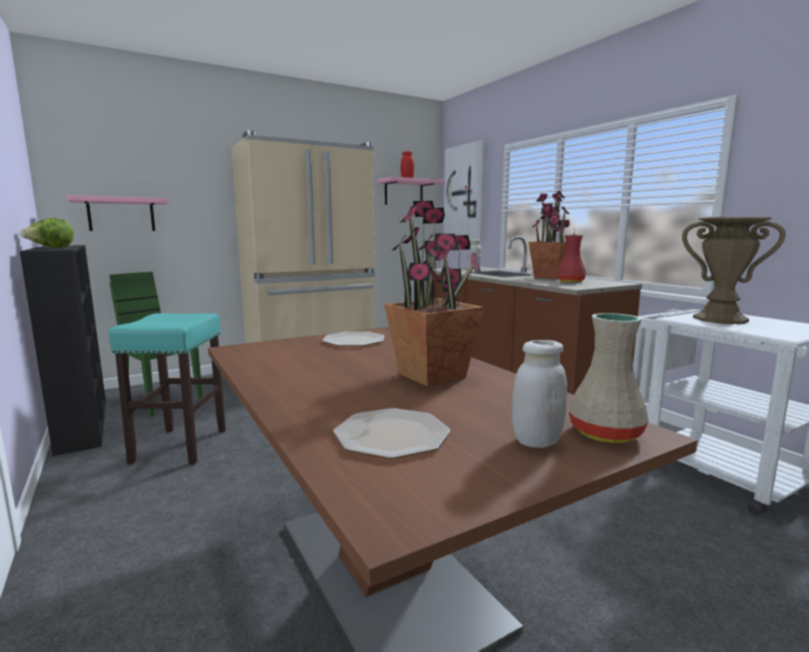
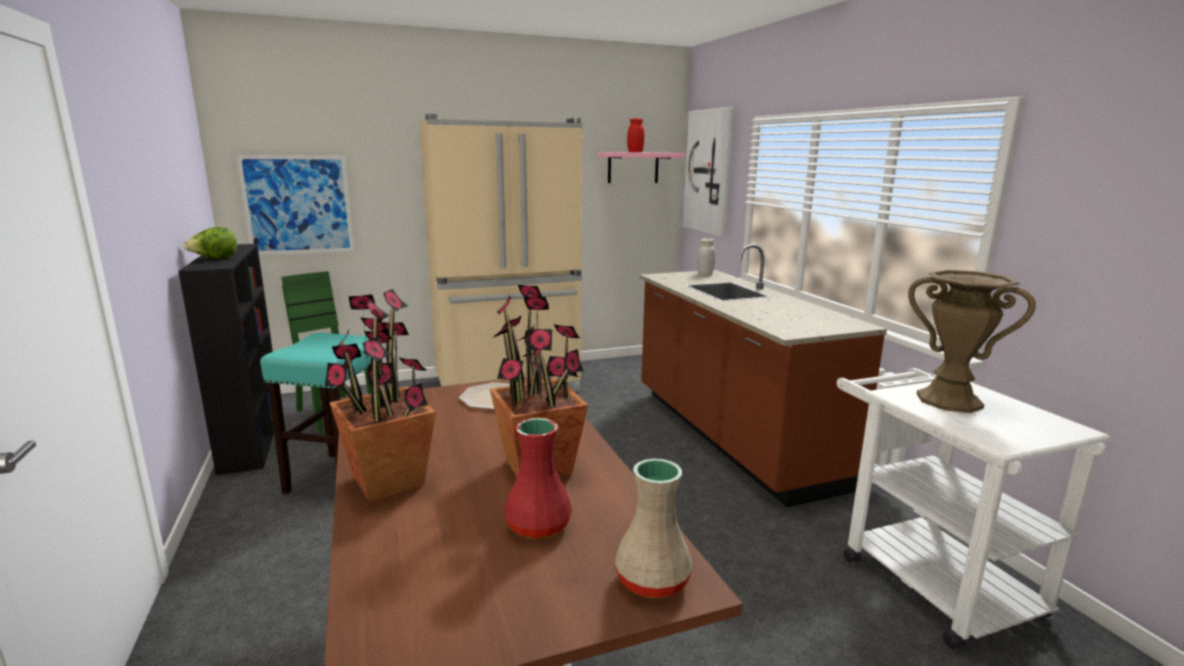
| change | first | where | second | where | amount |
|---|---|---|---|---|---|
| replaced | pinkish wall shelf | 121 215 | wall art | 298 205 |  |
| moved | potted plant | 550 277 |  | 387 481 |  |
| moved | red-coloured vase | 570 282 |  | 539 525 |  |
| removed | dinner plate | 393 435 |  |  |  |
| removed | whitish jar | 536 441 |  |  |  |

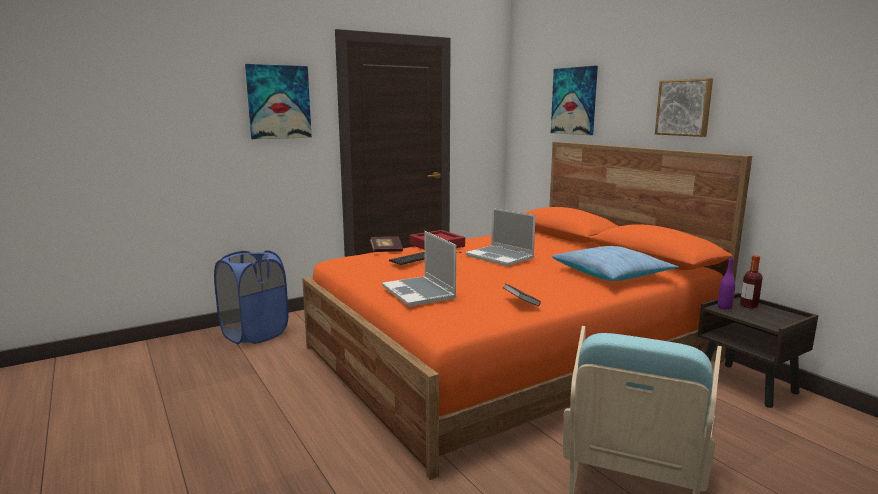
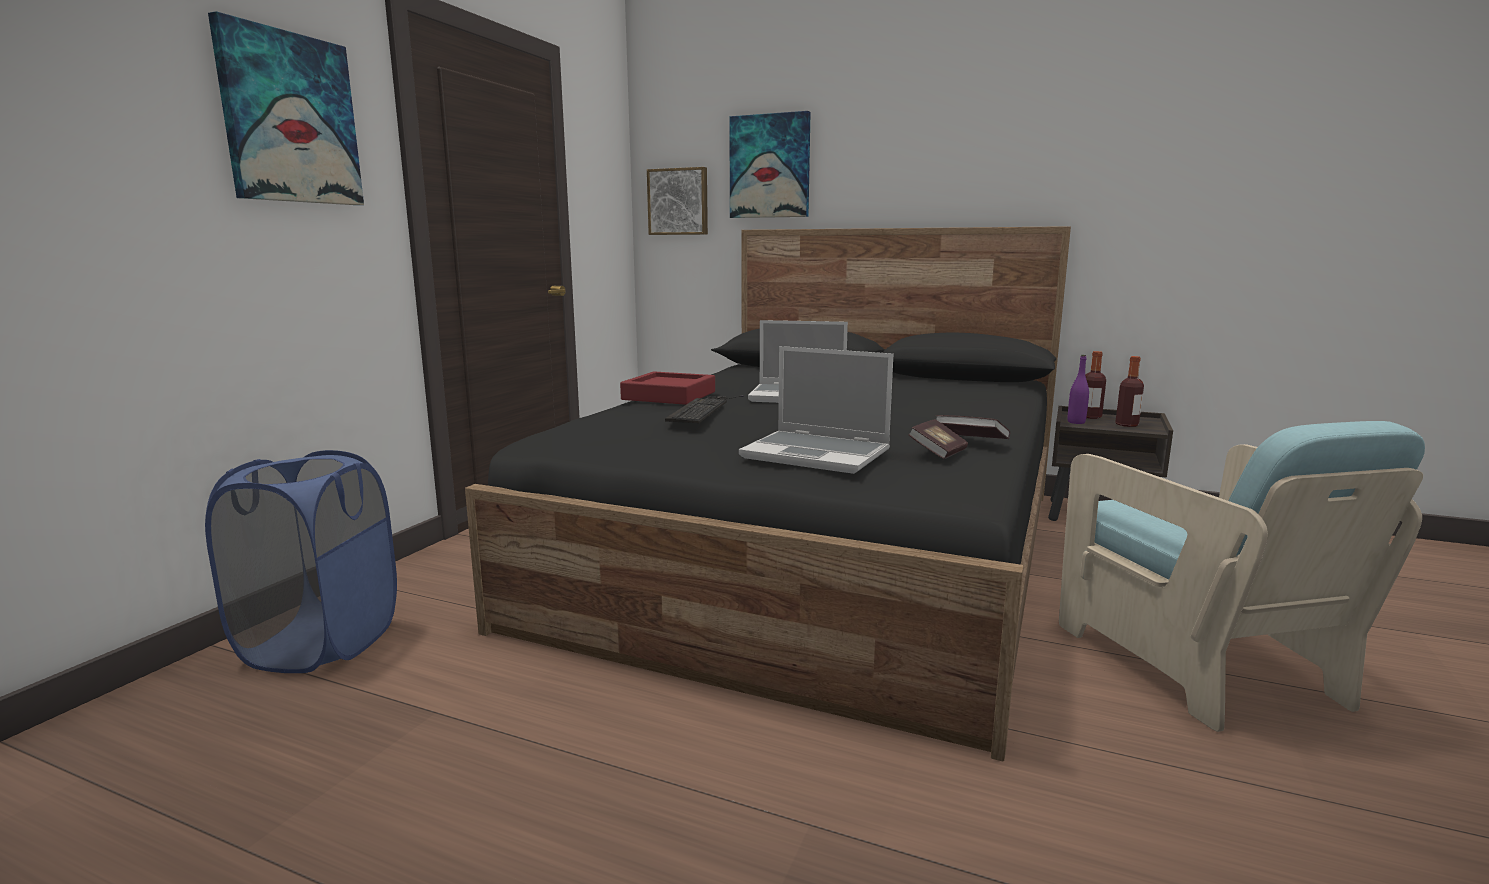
| change | first | where | second | where | amount |
|---|---|---|---|---|---|
| recoloured | orange-coloured bed | 511 354 | black-coloured bed | 823 551 |  |
| moved | wall art | 684 107 |  | 678 202 |  |
| moved | volume | 386 251 |  | 938 453 |  |
| added |  |  | beverage bottle | 1127 424 |  |
| removed | throw pillow | 612 274 |  |  |  |

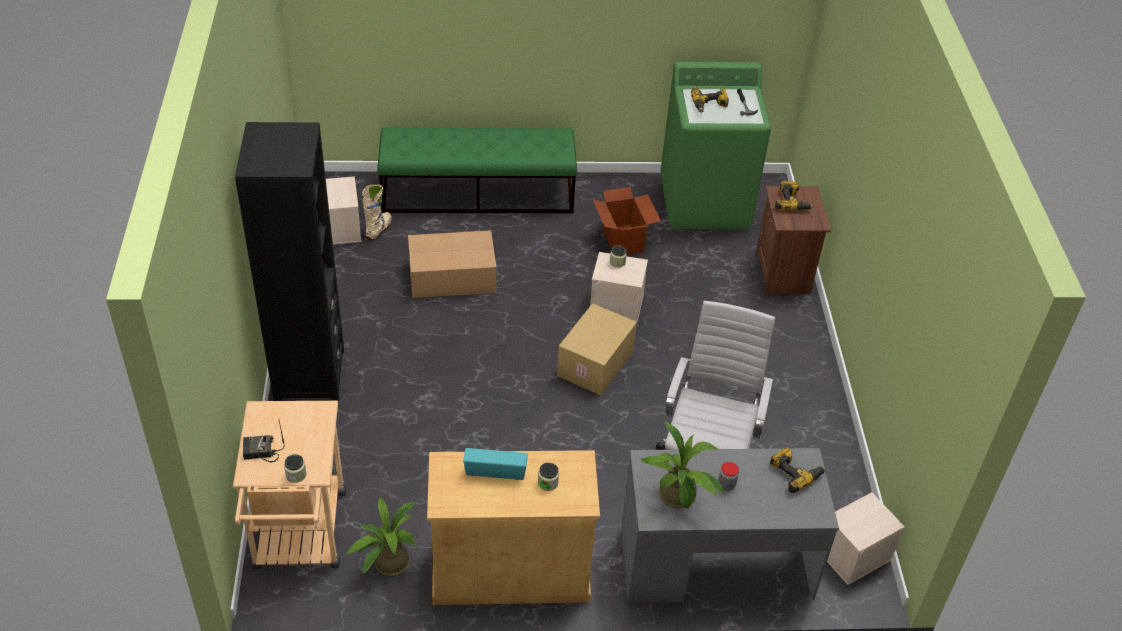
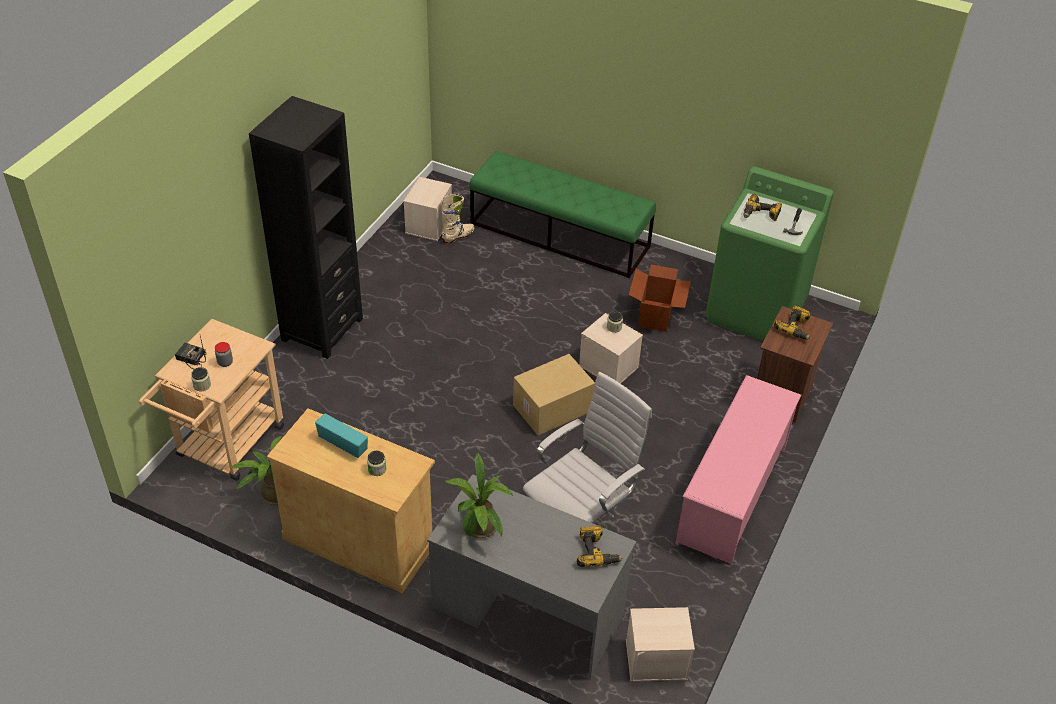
| change | first | where | second | where | amount |
|---|---|---|---|---|---|
| moved | jar | 726 485 |  | 225 362 |  |
| added |  |  | pinkish shoe shelf | 732 494 |  |
| removed | packing box | 450 276 |  |  |  |

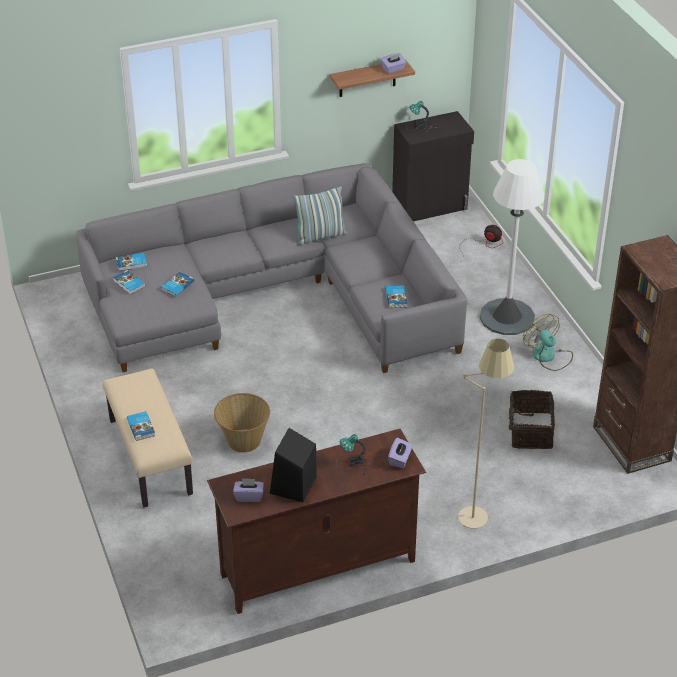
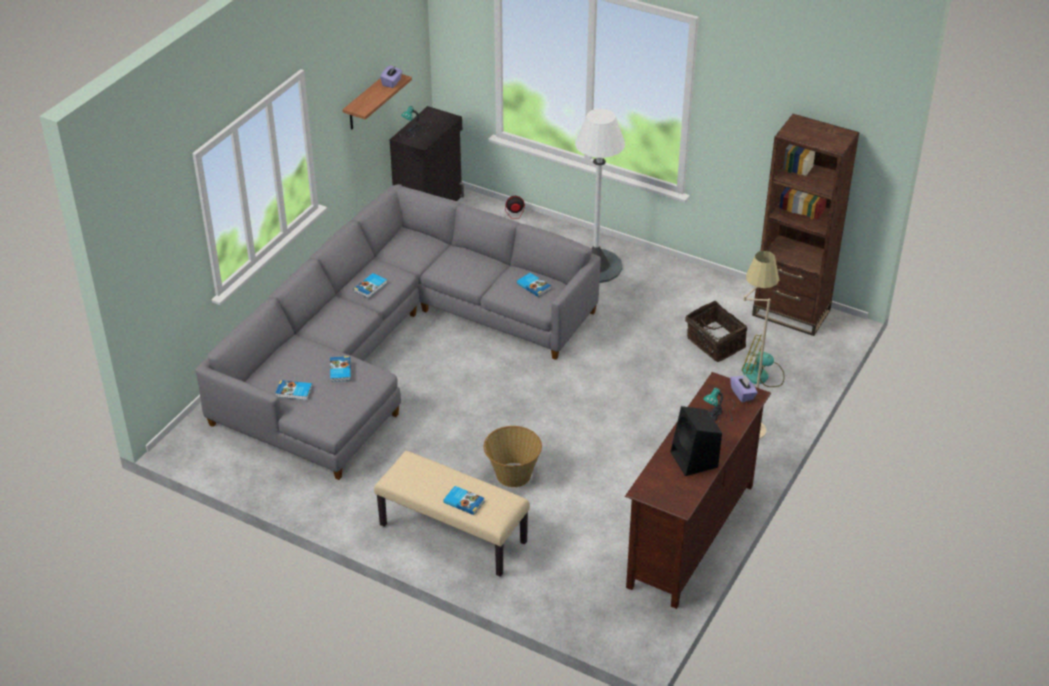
| change | first | where | second | where | amount |
|---|---|---|---|---|---|
| moved | volume | 132 263 |  | 371 287 |  |
| moved | cooling fan | 548 356 |  | 761 376 |  |
| removed | purple tissue holder | 249 496 |  |  |  |
| removed | throw pillow | 320 236 |  |  |  |

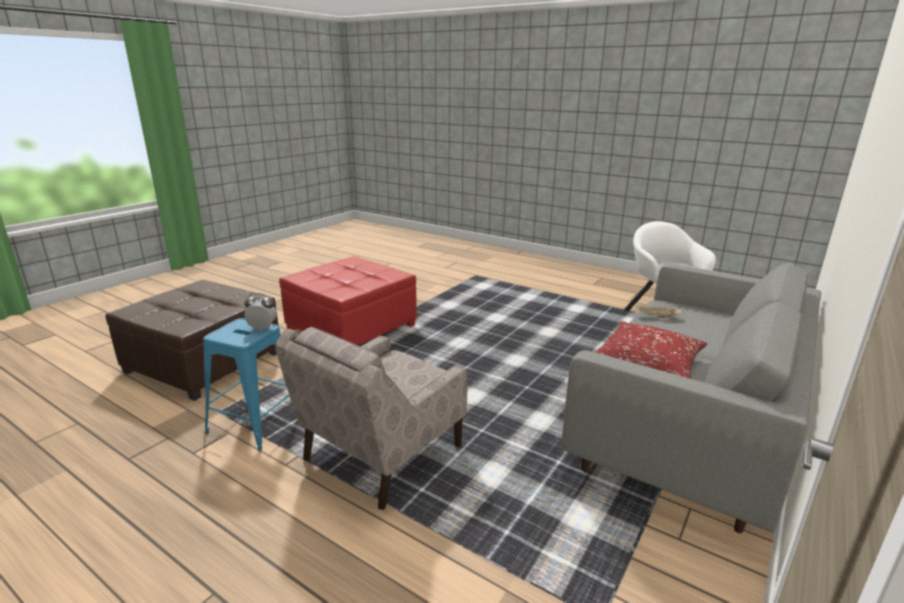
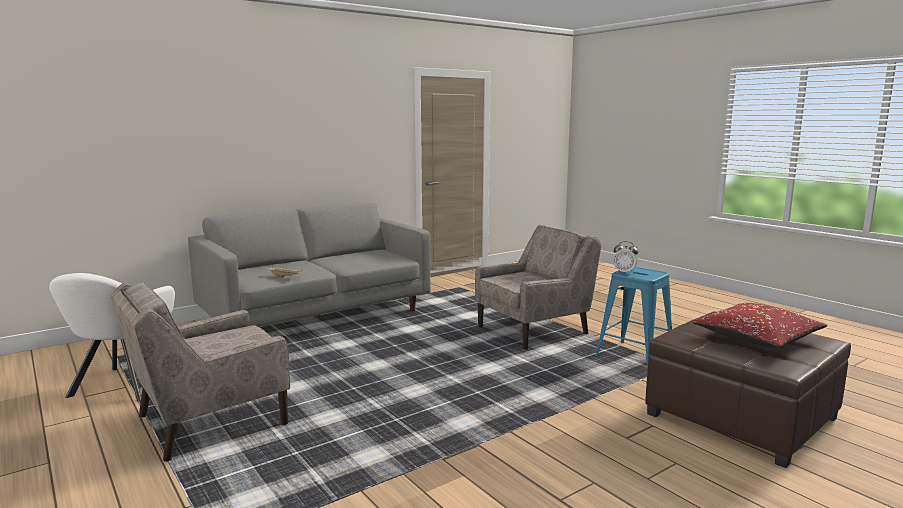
| change | first | where | second | where | amount |
|---|---|---|---|---|---|
| added |  |  | sand-coloured armchair | 210 420 |  |
| moved | red-coloured throw pillow | 648 364 |  | 756 338 |  |
| removed | red-coloured ottoman | 352 327 |  |  |  |

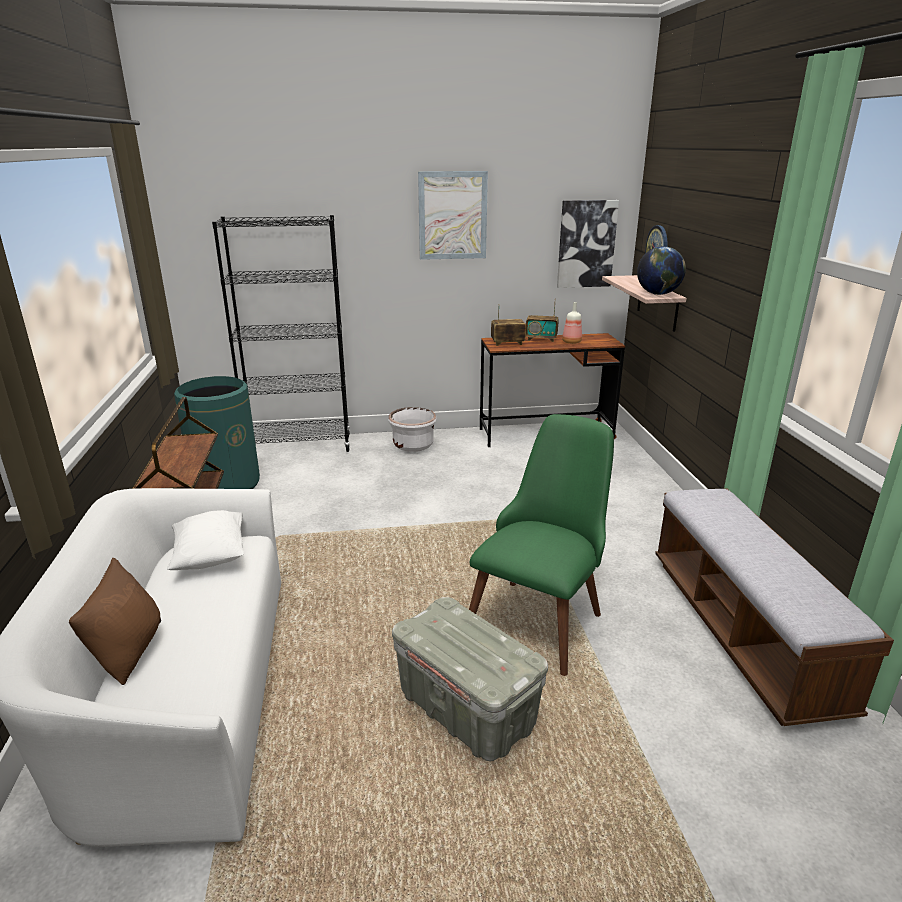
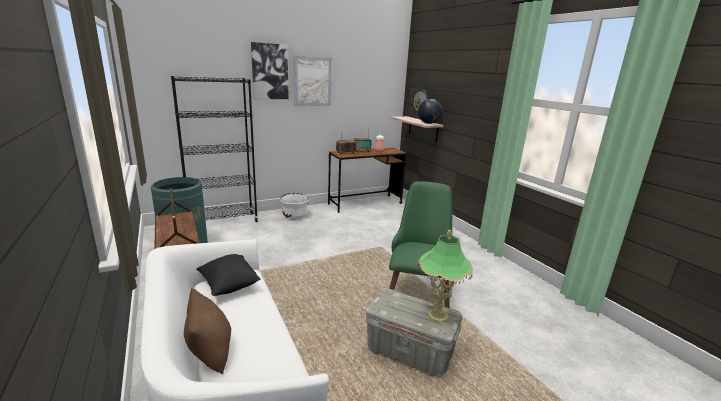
| change | first | where | second | where | amount |
|---|---|---|---|---|---|
| recoloured | whitish throw pillow | 210 556 | black-coloured throw pillow | 229 285 |  |
| moved | wall art | 586 244 |  | 270 71 |  |
| added |  |  | lamp for a table | 437 316 |  |
| removed | bench | 741 630 |  |  |  |

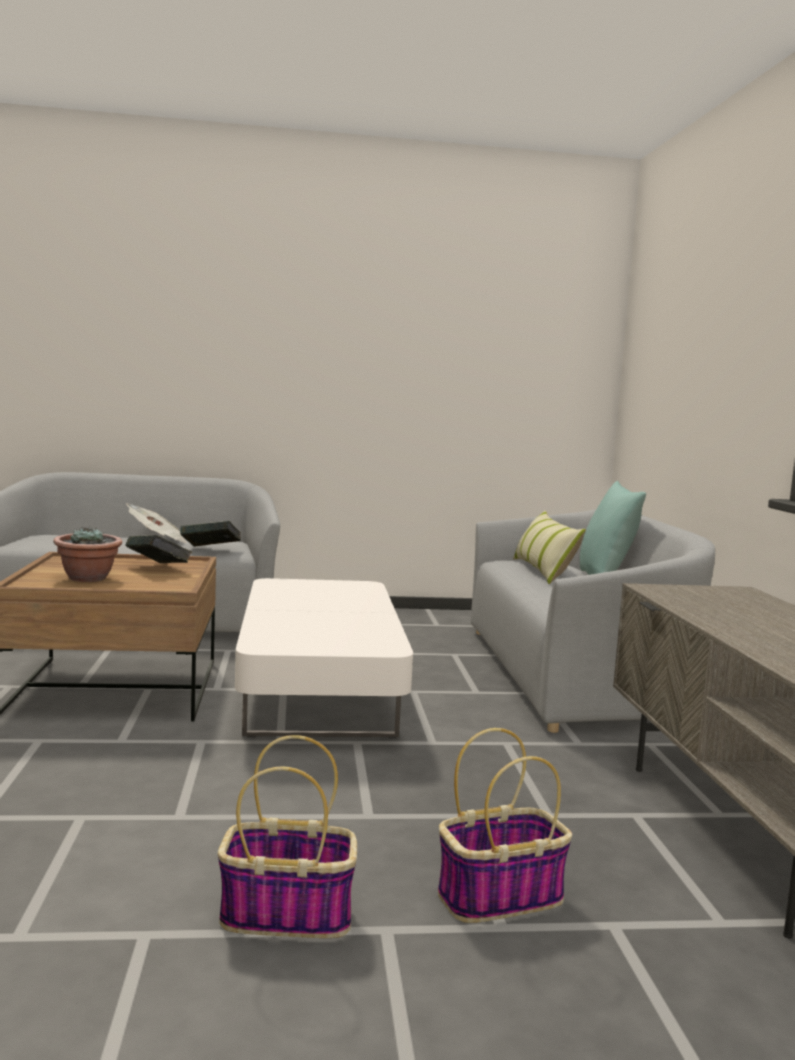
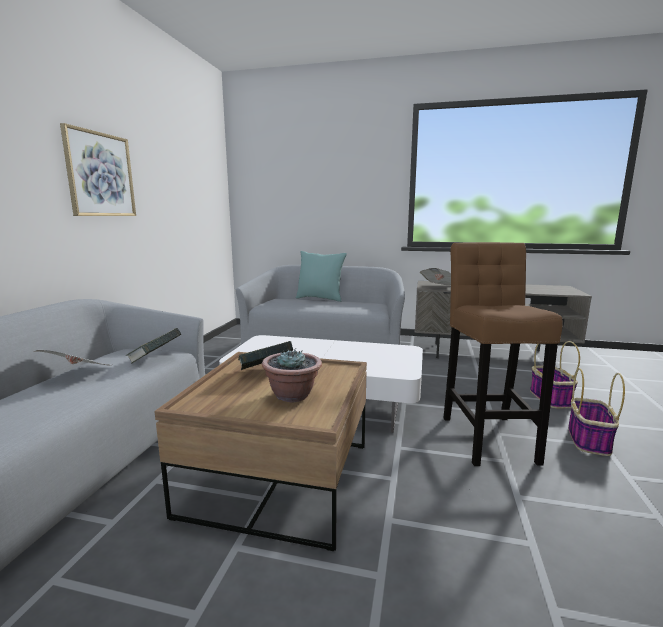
| change | first | where | second | where | amount |
|---|---|---|---|---|---|
| added |  |  | wall art | 100 175 |  |
| added |  |  | daily paper | 438 287 |  |
| added |  |  | brown stool seat | 487 436 |  |
| removed | throw pillow | 543 571 |  |  |  |

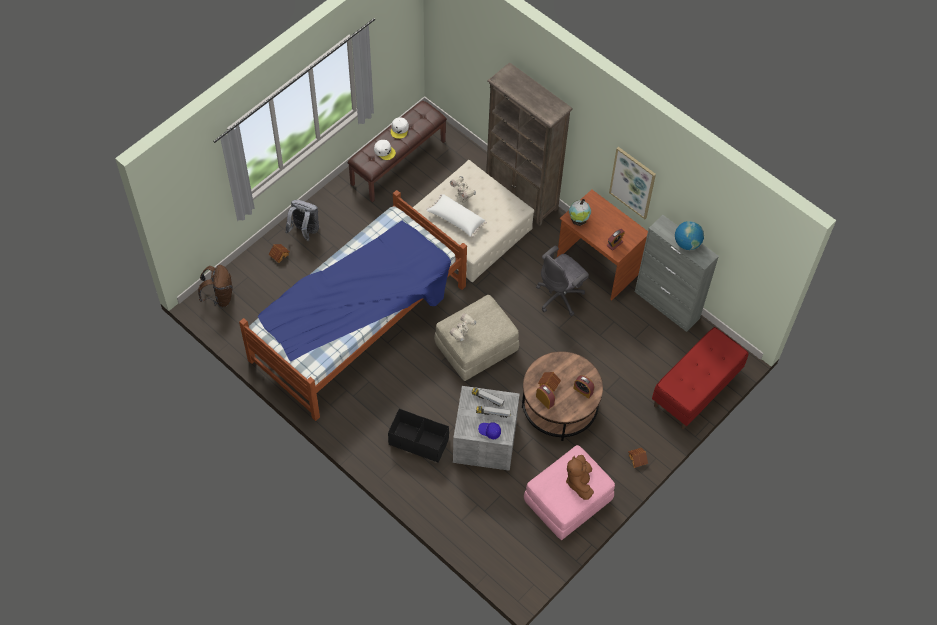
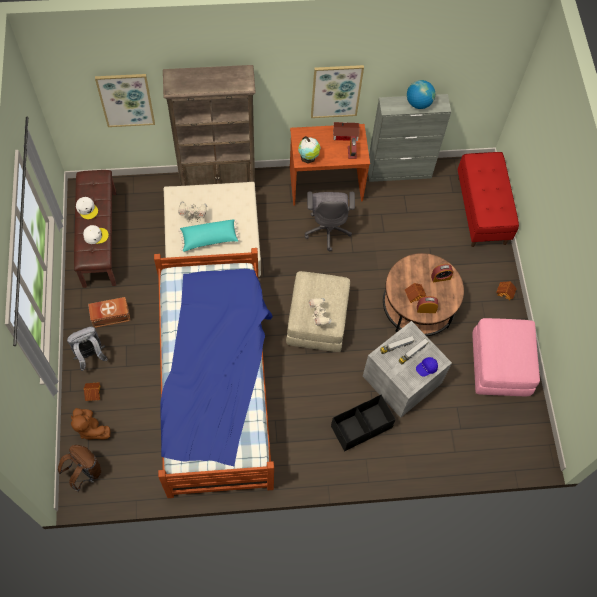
| change | first | where | second | where | amount |
|---|---|---|---|---|---|
| moved | brown plush toy | 579 482 |  | 91 428 |  |
| added |  |  | brown storage container | 110 315 |  |
| added |  |  | wall art | 126 100 |  |
| recoloured | whitish throw pillow | 456 220 | blue-green throw pillow | 209 239 |  |
| added |  |  | toy house | 346 135 |  |

